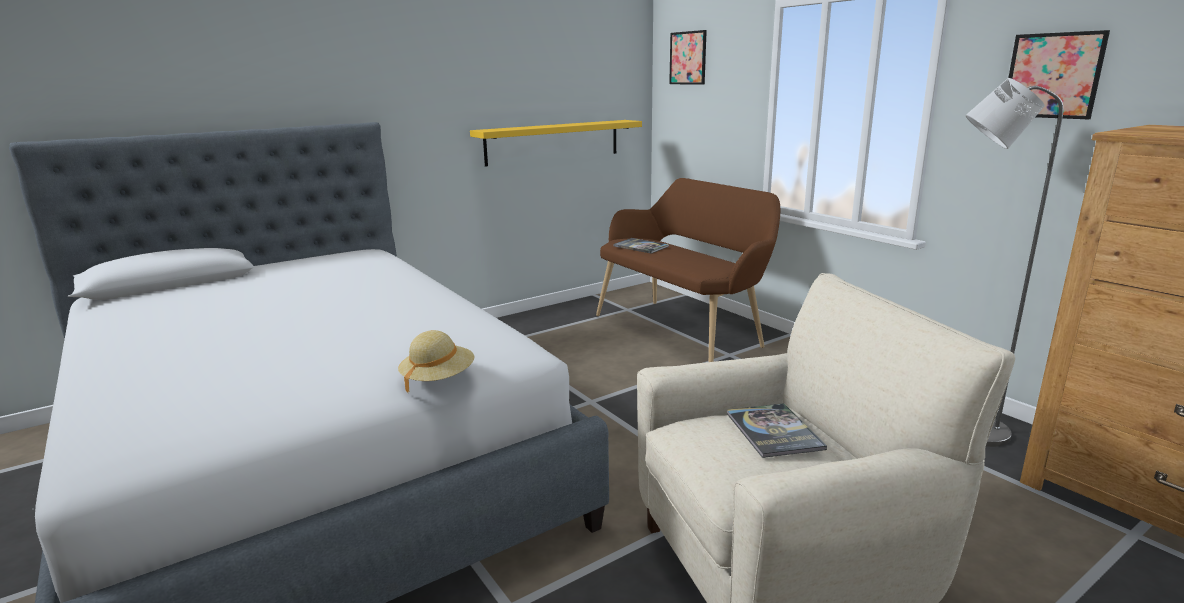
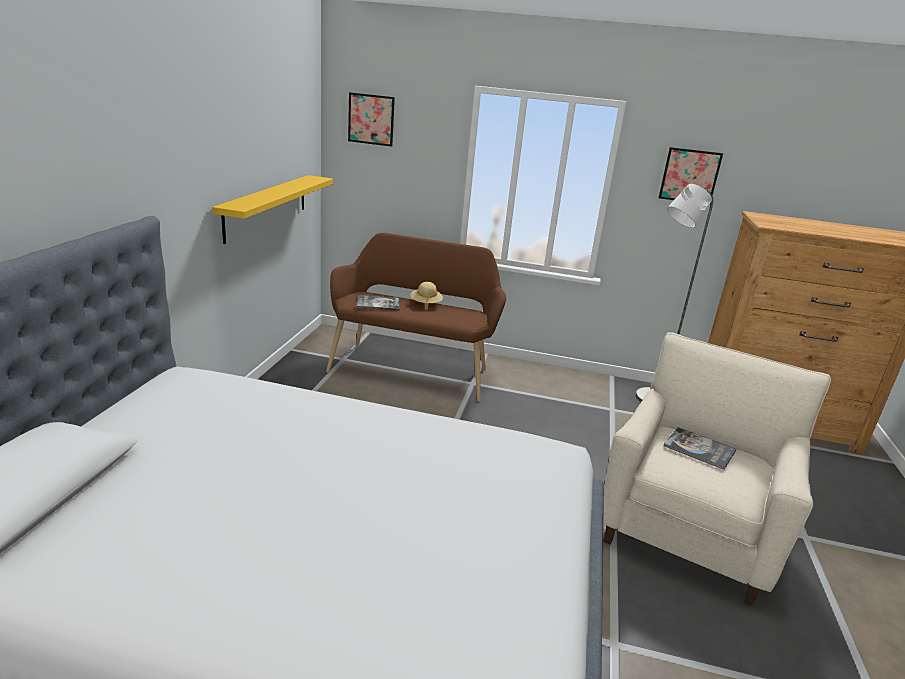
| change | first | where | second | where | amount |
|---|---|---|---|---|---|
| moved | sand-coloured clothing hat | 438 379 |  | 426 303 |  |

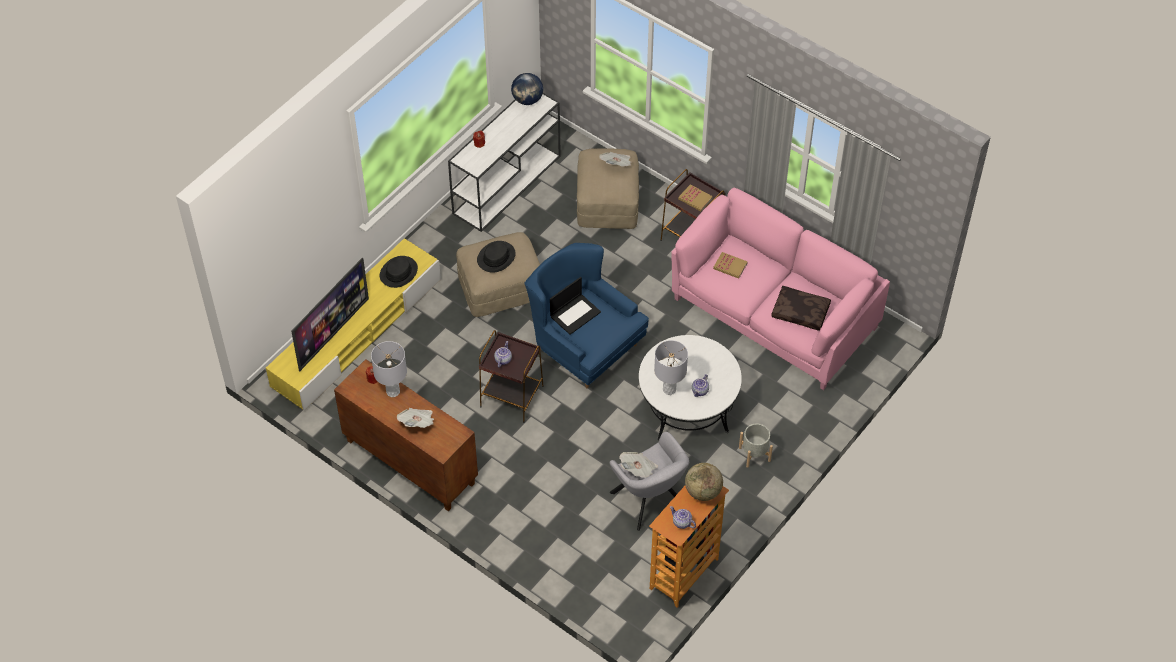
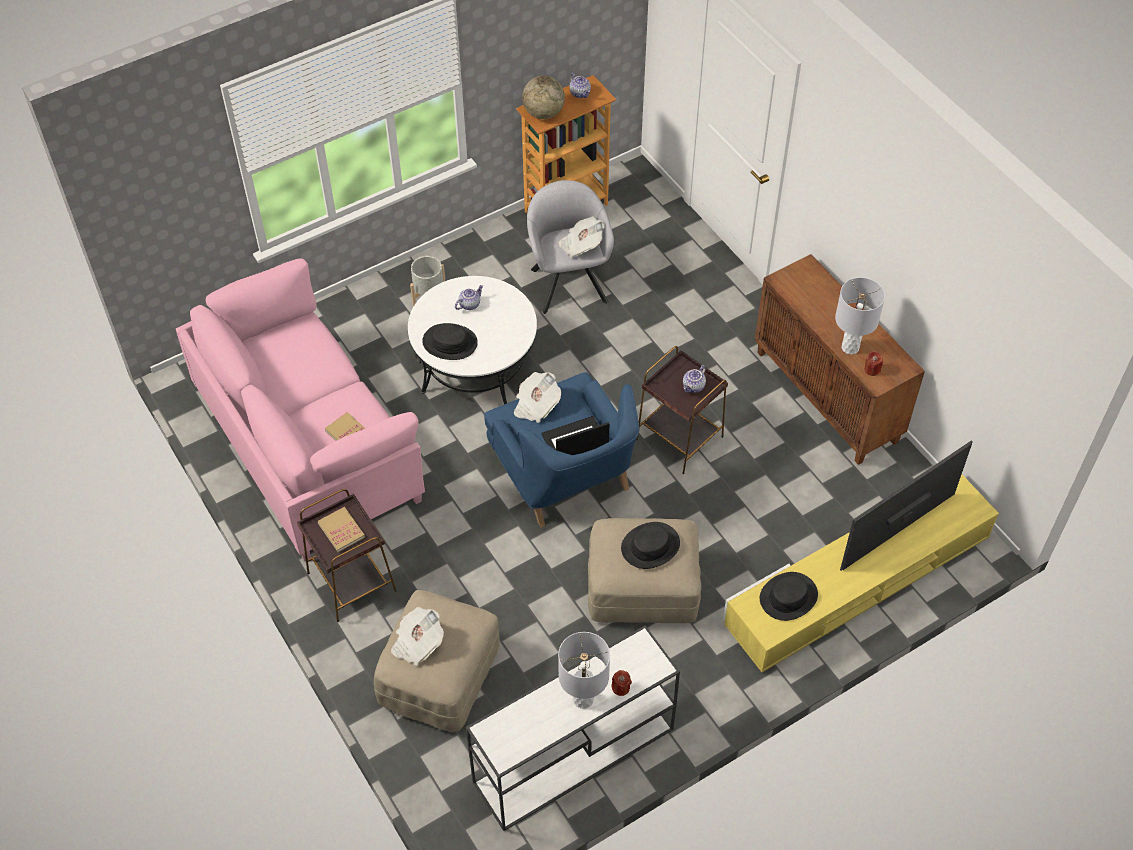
| change | first | where | second | where | amount |
|---|---|---|---|---|---|
| added |  |  | black-coloured clothing hat | 450 343 |  |
| moved | daily paper | 417 423 |  | 536 405 |  |
| moved | greyish lamp for a table | 669 389 |  | 583 699 |  |
| removed | world globe | 527 100 |  |  |  |
| removed | brown throw pillow | 801 312 |  |  |  |

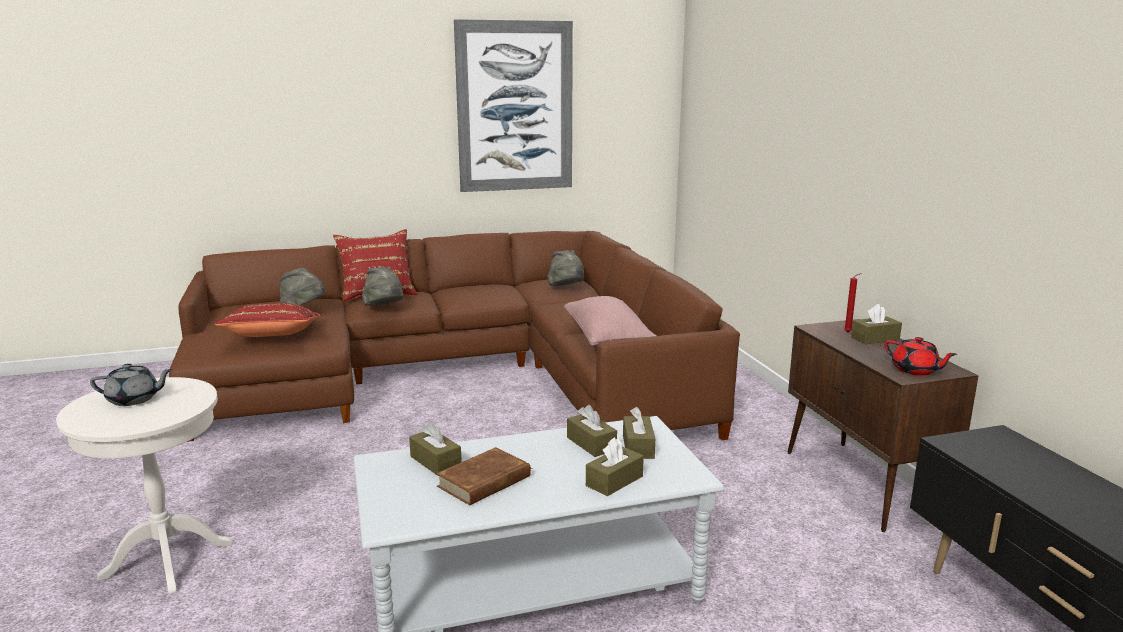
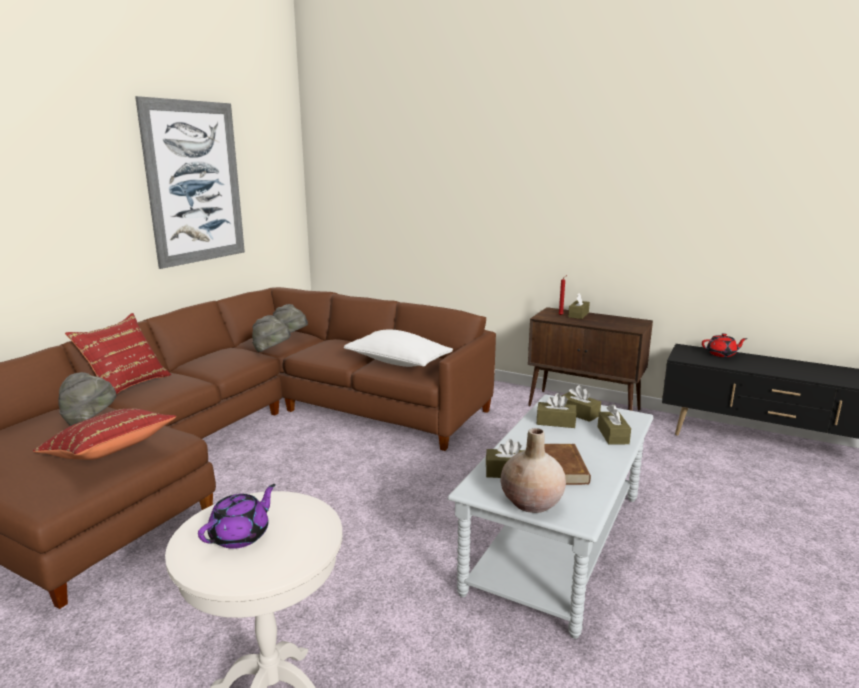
| change | first | where | second | where | amount |
|---|---|---|---|---|---|
| recoloured | greyish teapot | 134 399 | purple teapot | 241 535 |  |
| moved | greyish clothing hat | 384 308 |  | 272 351 |  |
| recoloured | pinkish throw pillow | 607 338 | whitish throw pillow | 398 362 |  |
| added |  |  | sand-coloured vase | 532 502 |  |
| moved | red-coloured teapot | 915 370 |  | 721 354 |  |

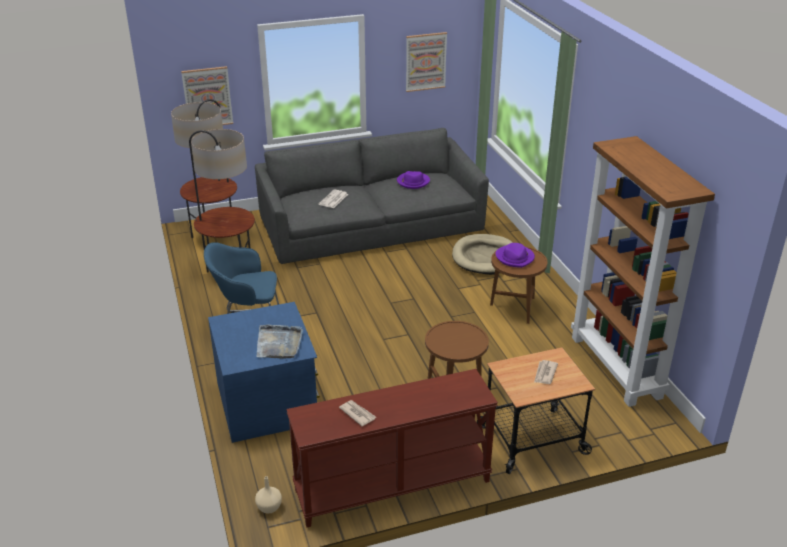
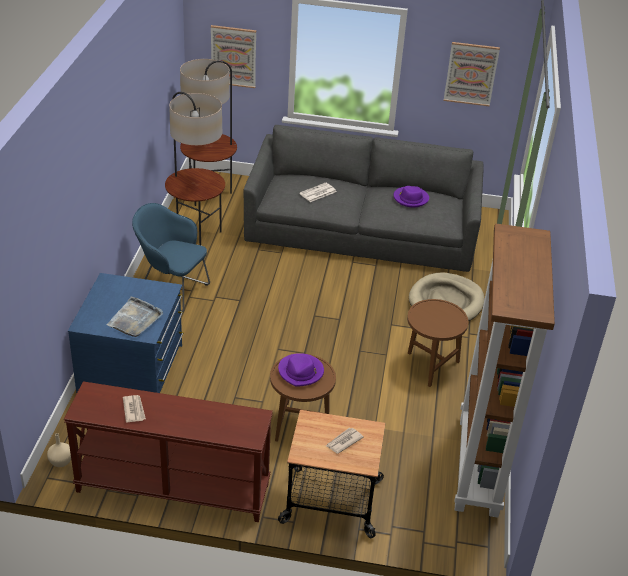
| change | first | where | second | where | amount |
|---|---|---|---|---|---|
| moved | purple clothing hat | 515 258 |  | 301 372 |  |

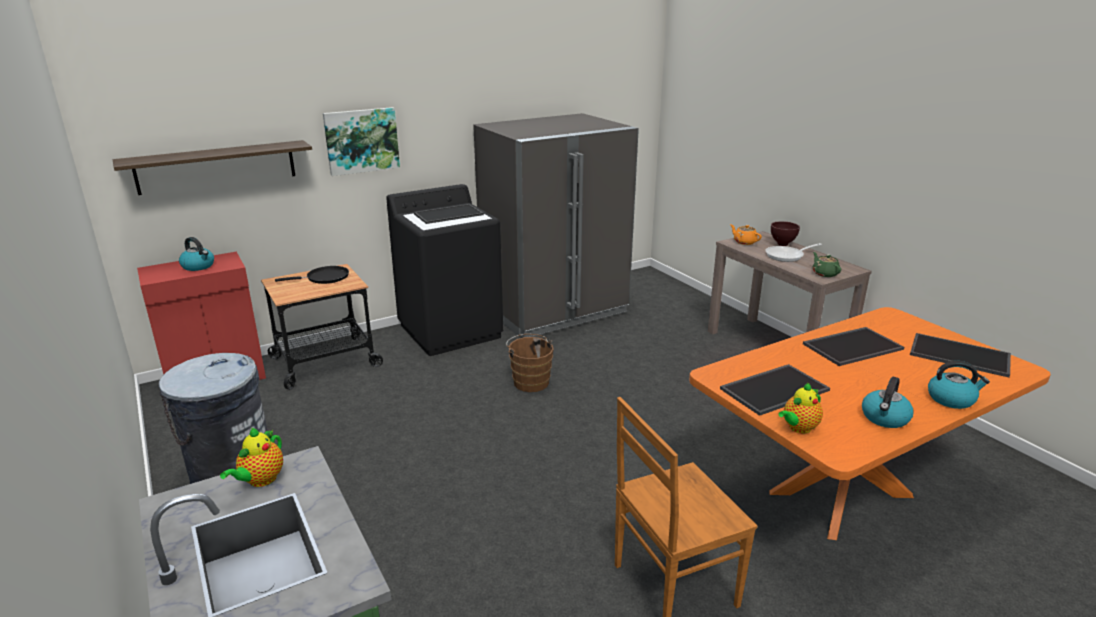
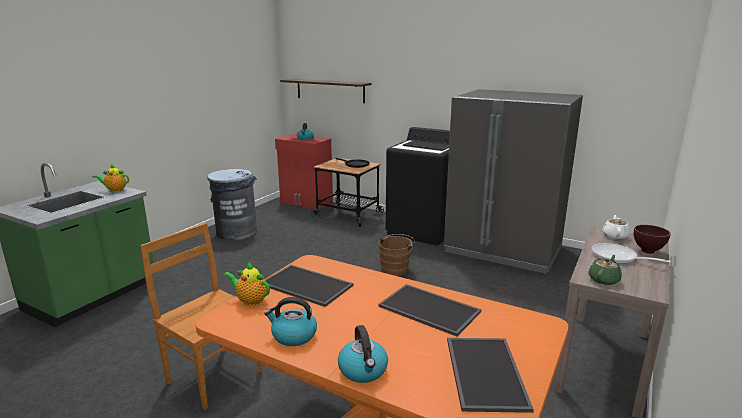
| change | first | where | second | where | amount |
|---|---|---|---|---|---|
| recoloured | orange-coloured teapot | 744 242 | whitish teapot | 614 236 |  |
| removed | wall art | 361 140 |  |  |  |

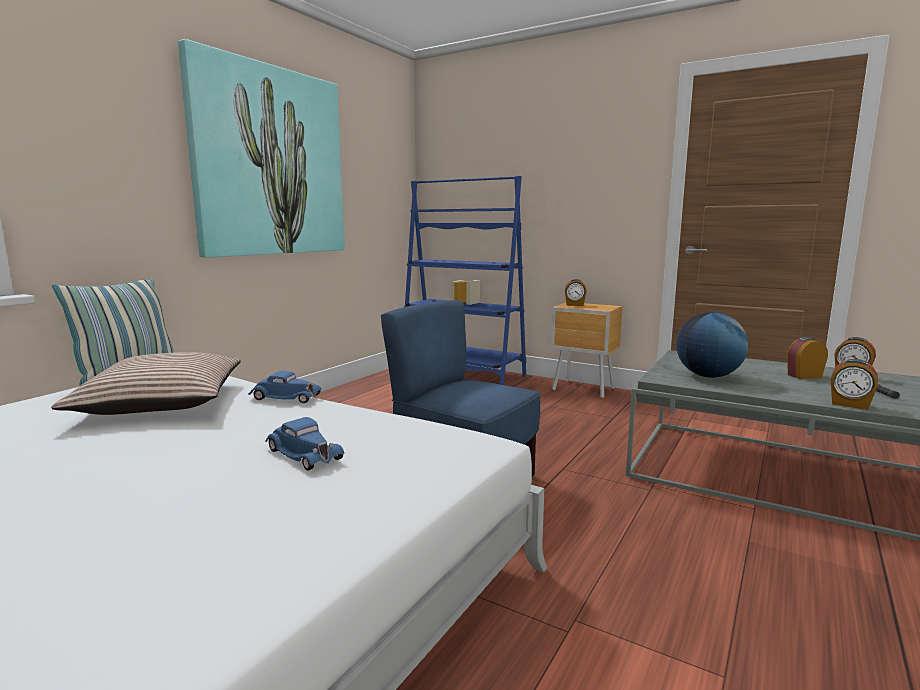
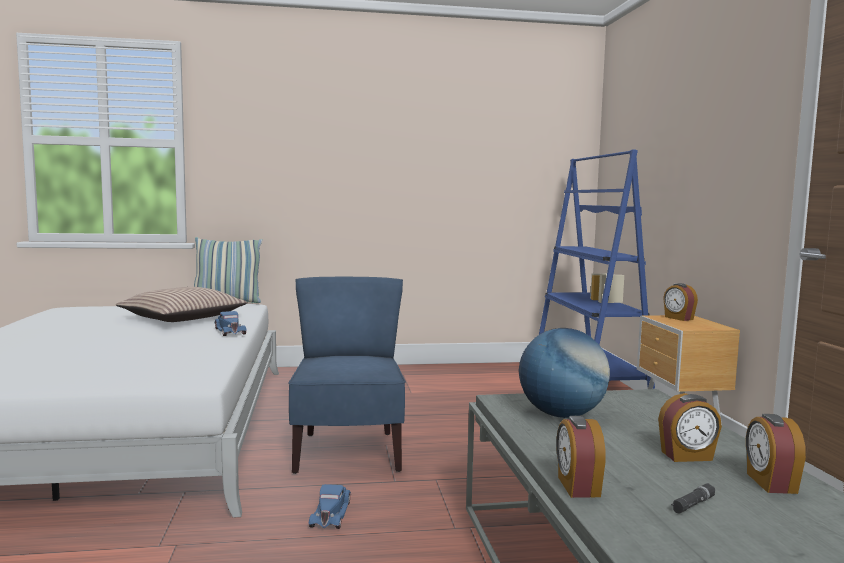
| change | first | where | second | where | amount |
|---|---|---|---|---|---|
| moved | bluish toy car | 303 453 |  | 331 513 |  |
| turned | bedside clock | 803 376 |  | 687 456 | 135 degrees clockwise |
| removed | wall art | 270 162 |  |  |  |

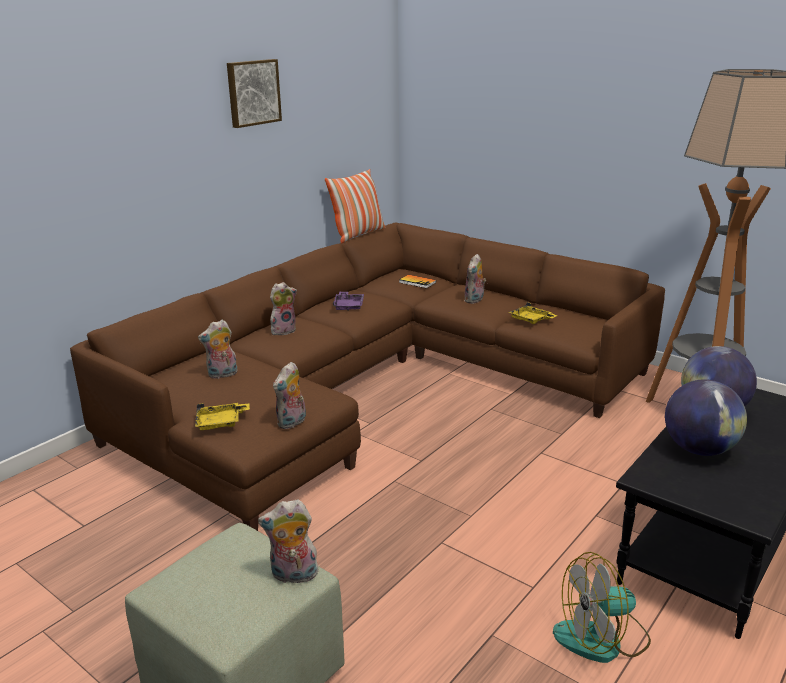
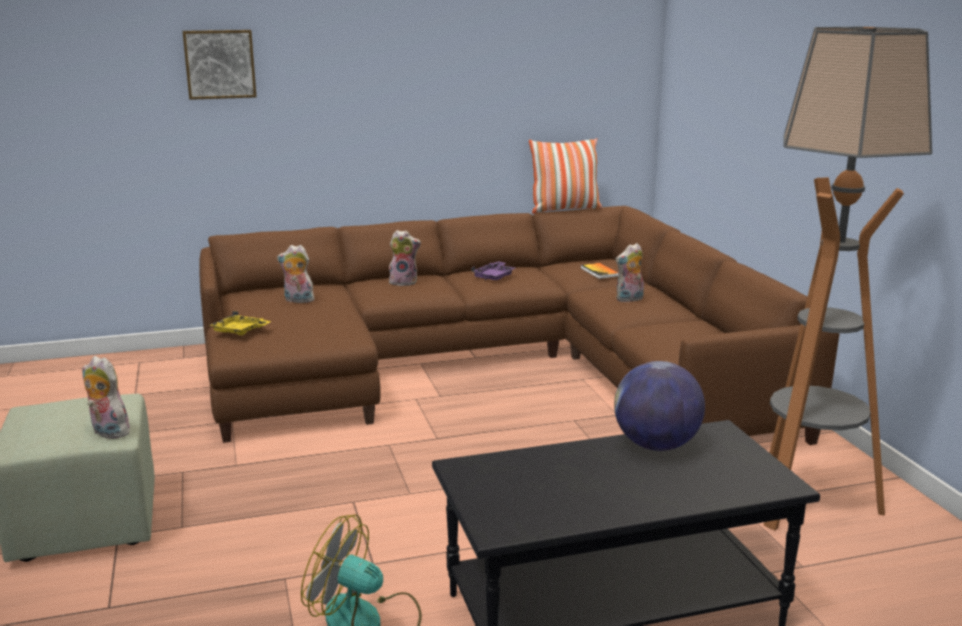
| change | first | where | second | where | amount |
|---|---|---|---|---|---|
| moved | wall art | 252 92 |  | 220 64 |  |
| removed | plush toy | 292 423 |  |  |  |
| removed | yellowish serving tray | 531 320 |  |  |  |
| removed | world globe | 699 449 |  |  |  |

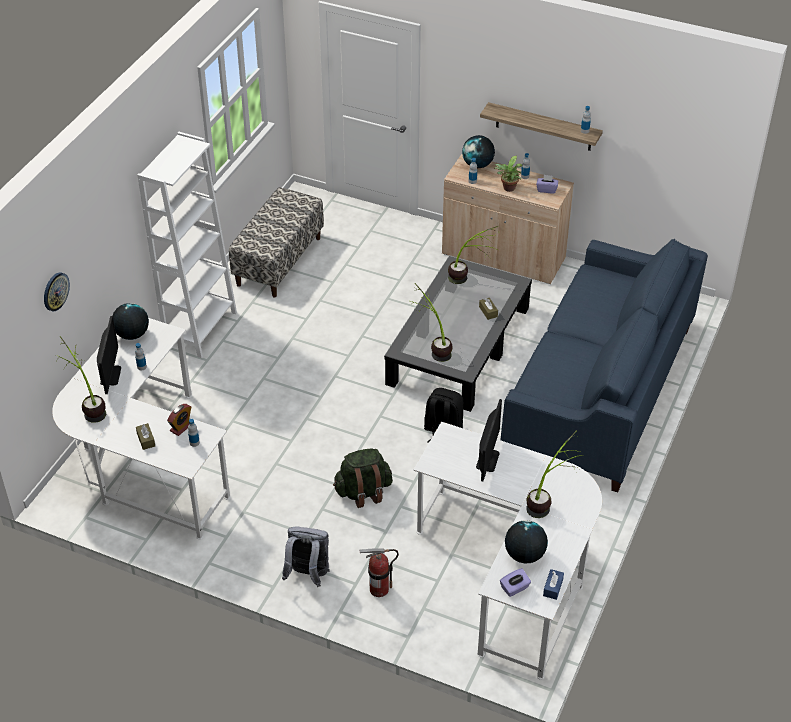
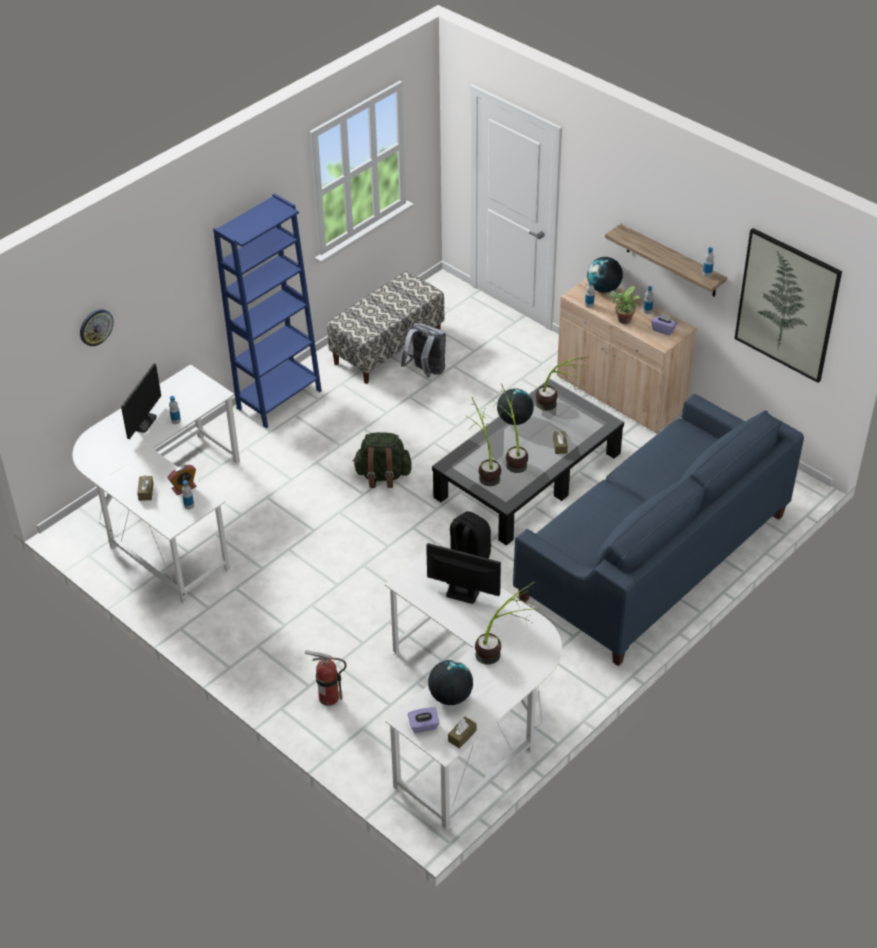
| change | first | where | second | where | amount |
|---|---|---|---|---|---|
| recoloured | whitish bookshelf | 201 329 | bluish bookshelf | 279 399 |  |
| moved | green-coloured knapsack | 363 492 |  | 382 476 |  |
| moved | greyish knapsack | 308 575 |  | 426 371 |  |
| turned | monitor | 487 460 |  | 462 593 | 105 degrees counterclockwise |
| recoloured | bluish tissue holder | 553 587 | brown tissue holder | 462 736 |  |
| moved | potted plant | 88 406 |  | 512 456 |  |
| moved | world globe | 132 335 |  | 514 420 |  |
| added |  |  | wall art | 787 305 |  |

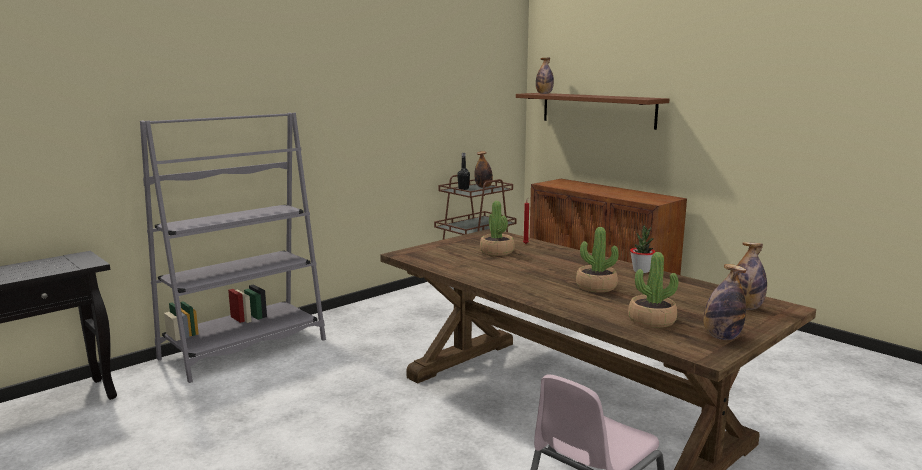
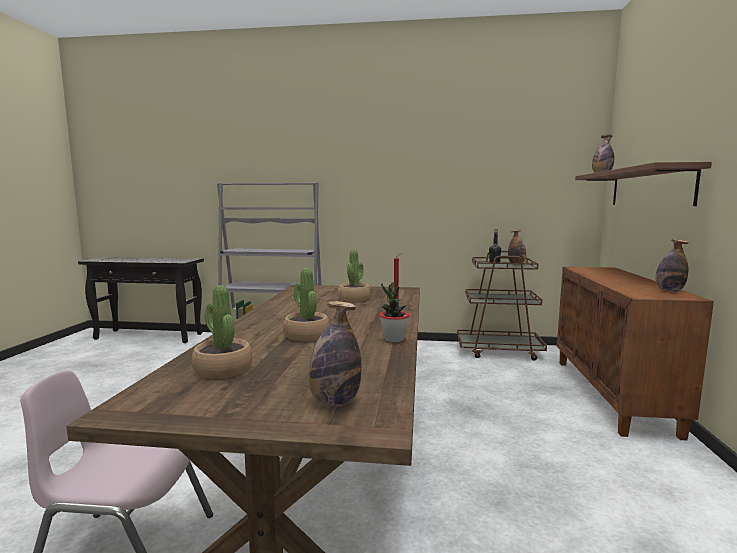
| change | first | where | second | where | amount |
|---|---|---|---|---|---|
| moved | beverage bottle | 721 337 |  | 669 291 |  |

